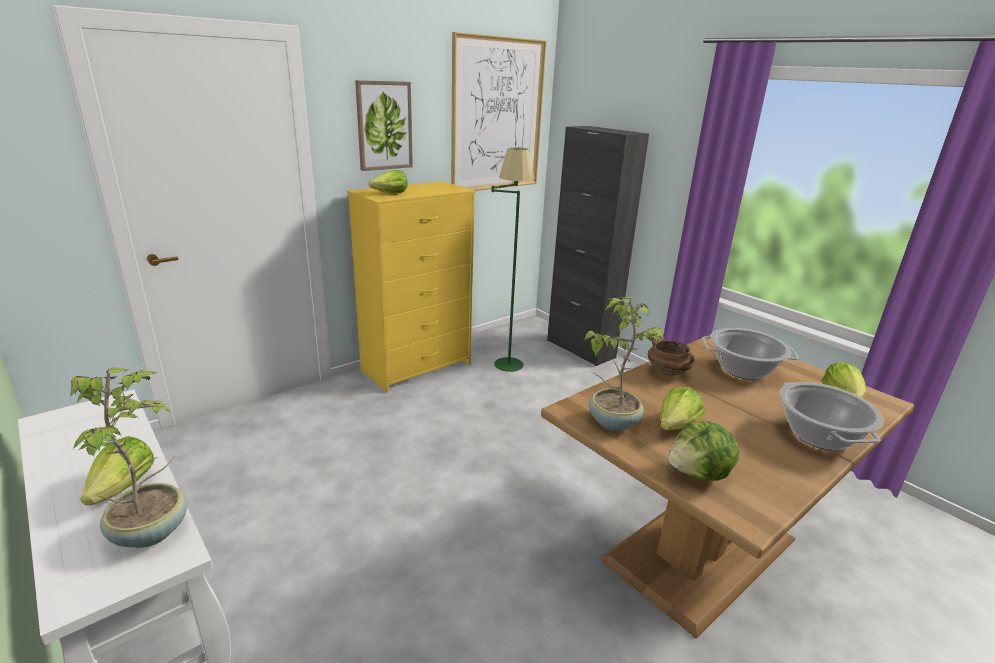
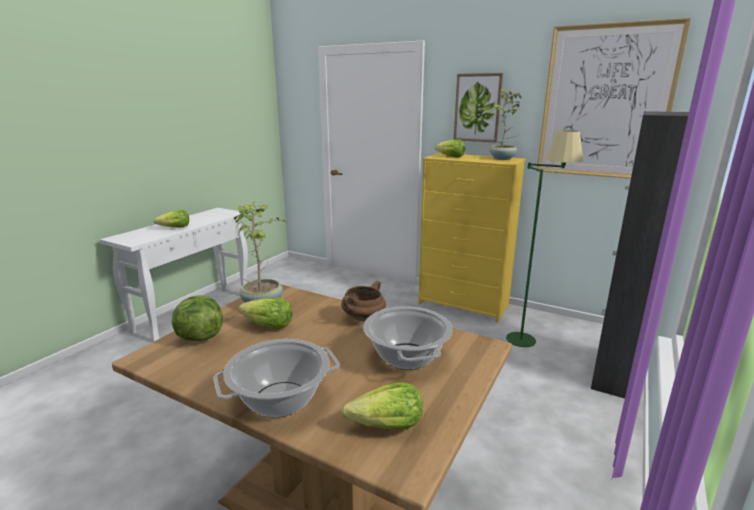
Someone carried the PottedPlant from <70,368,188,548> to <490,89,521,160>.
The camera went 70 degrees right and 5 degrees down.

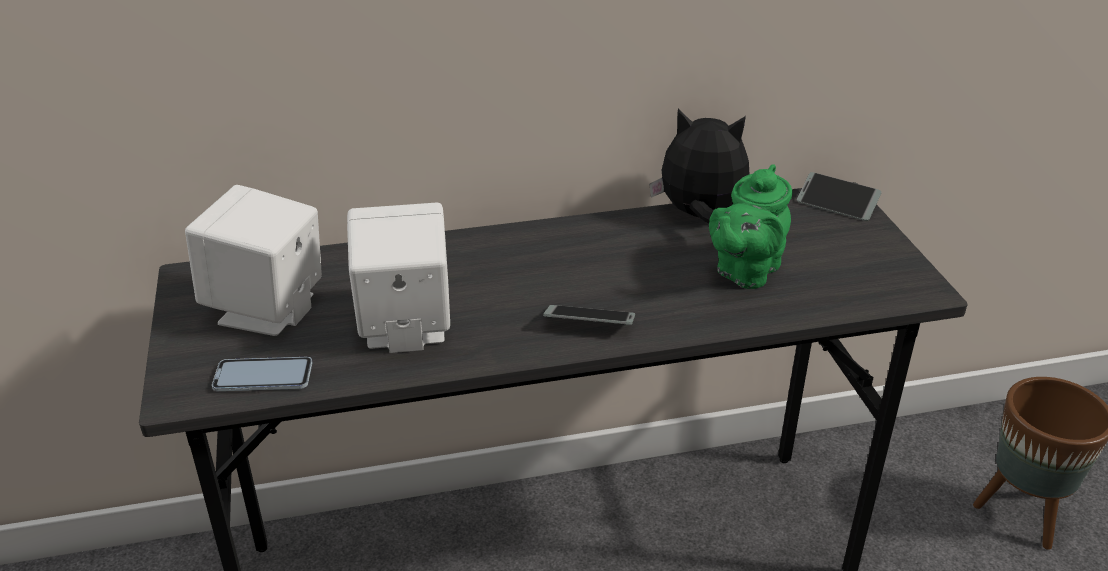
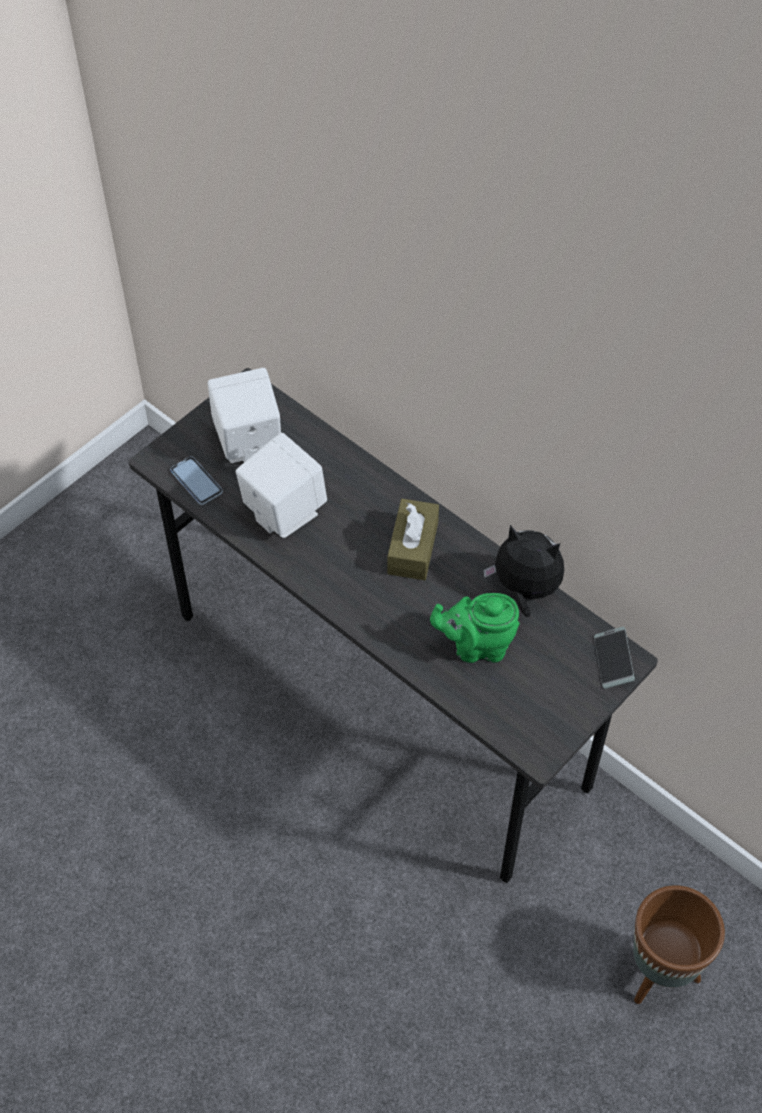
Someone took away the Telephone at <543,305,635,325>.
Someone put down the BrownColouredTissueHolder at <387,499,439,580>.
Someone rotated the CuddlyToy at <649,108,749,223> by 45 degrees counterclockwise.
The camera went 55 degrees right and 20 degrees up.

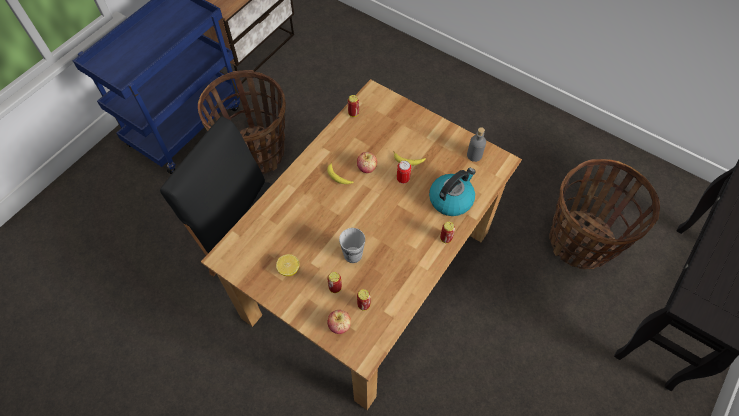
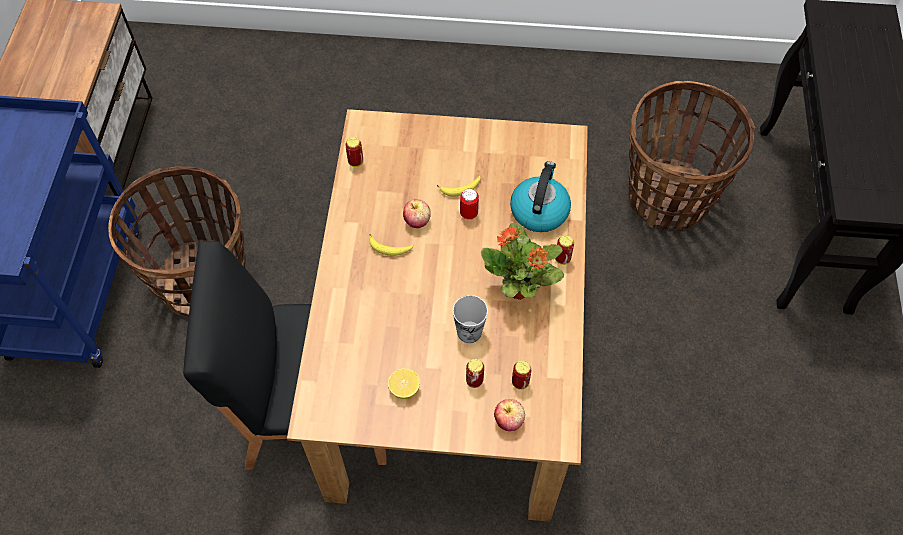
Someone took away the GreyBeverageBottle at <467,127,486,162>.
Someone put down the PottedPlant at <481,223,564,300>.
The camera went 30 degrees left and 0 degrees up.

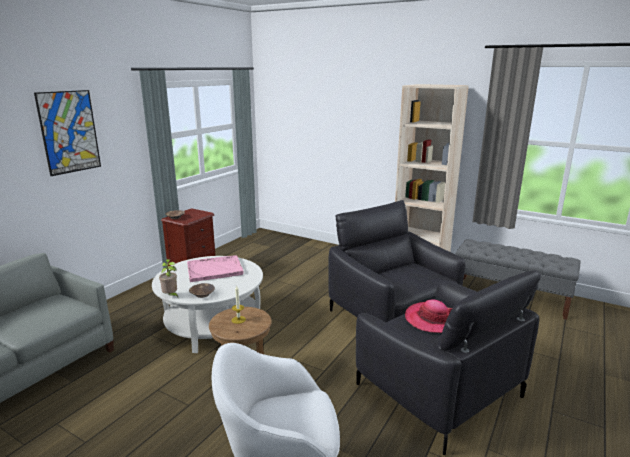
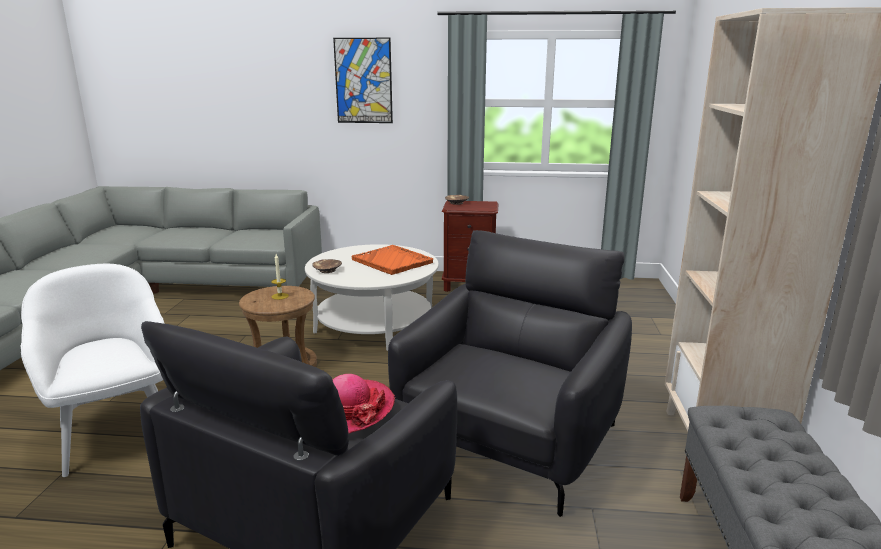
Someone took away the PottedPlant at <159,259,178,297>.
Someone repainted the PinkishCarryingTray at <187,255,244,282>, which became the OrangeCarryingTray at <352,245,433,275>.
The camera went 65 degrees right and 0 degrees up.

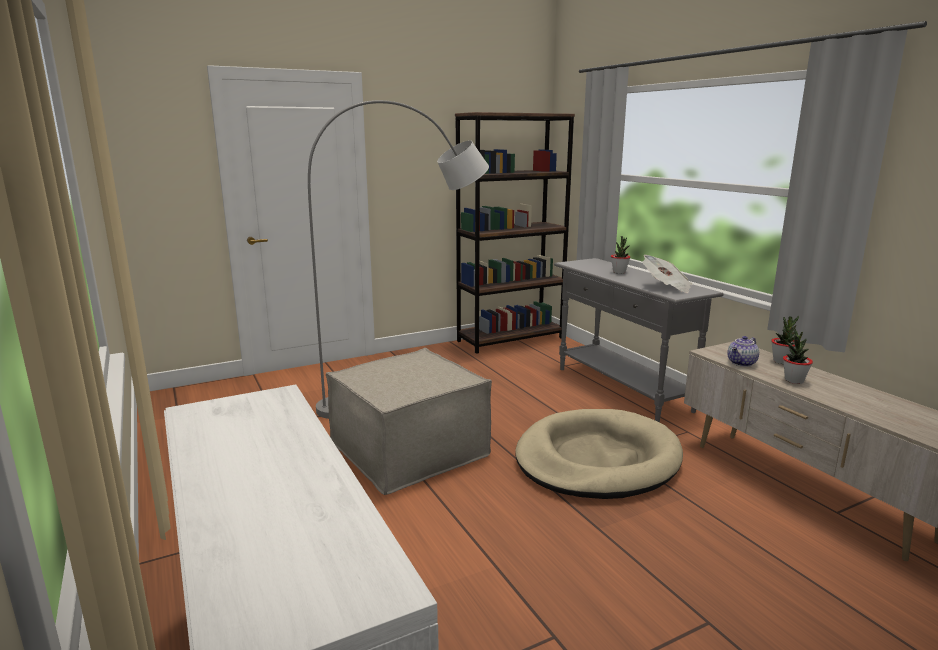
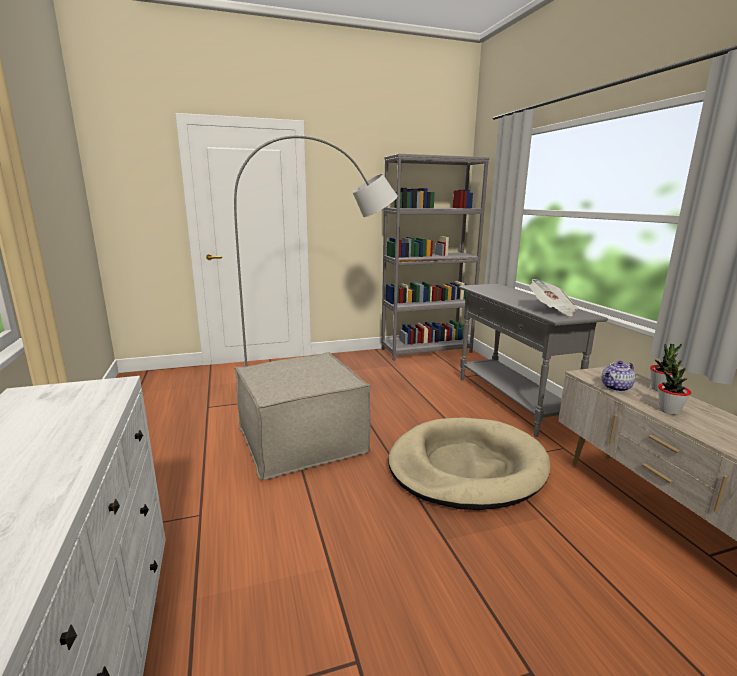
Someone took away the PottedPlant at <611,236,630,274>.
Someone repainted the BrownColouredBookshelf at <455,112,575,354>, which became the GreyBookshelf at <381,154,489,361>.
The camera went 10 degrees right and 0 degrees up.

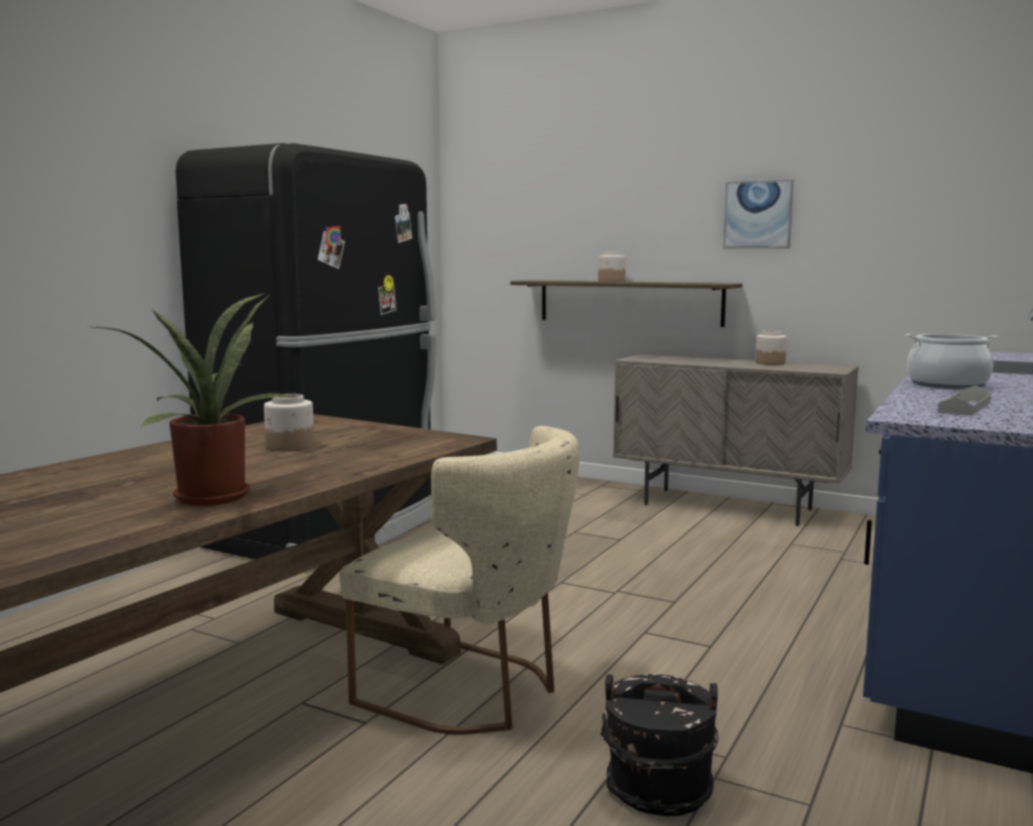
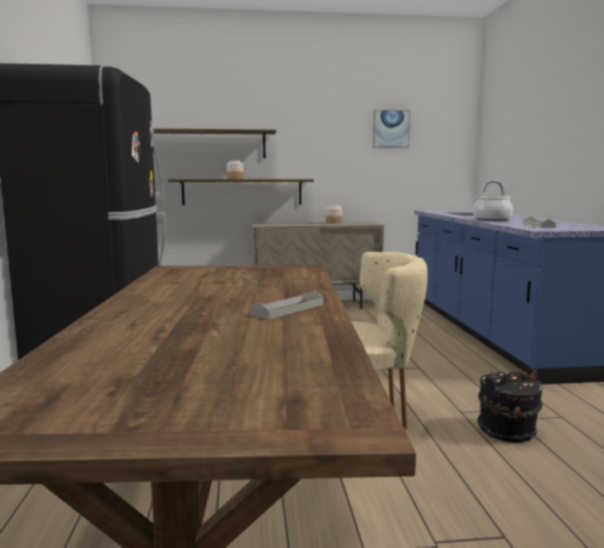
Someone took away the StorageJar at <264,394,314,452>.
Someone put up the BracketShelf at <153,128,276,158>.
Someone carried the Picture from <723,180,794,249> to <373,110,410,148>.
Someone swapped the PottedPlant at <93,293,296,506> for the GreyCarryingTray at <251,290,323,319>.
The camera went 35 degrees left and 0 degrees up.

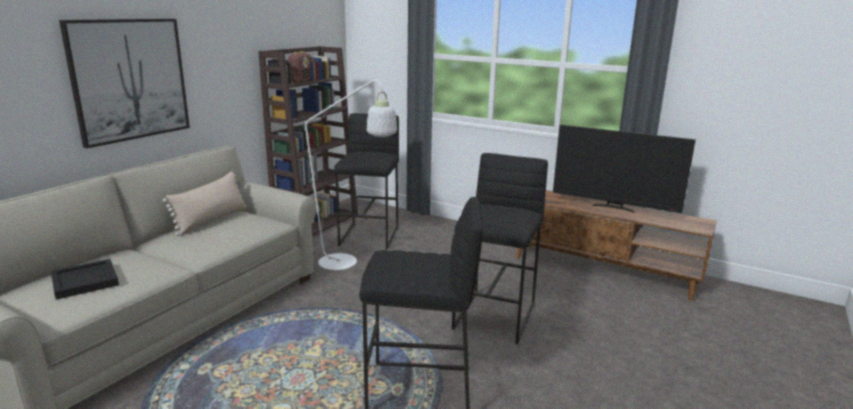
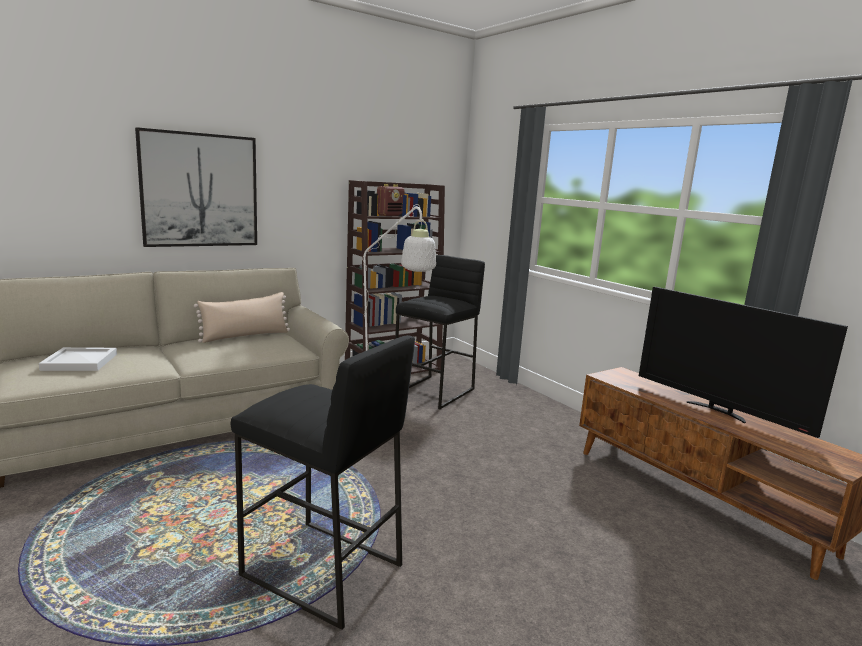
Someone took away the BlackColouredStool at <452,153,548,344>.
Someone repainted the BlackColouredCarryingTray at <51,259,119,300>, which became the WhitishCarryingTray at <39,347,117,371>.
The camera went 25 degrees right and 5 degrees down.

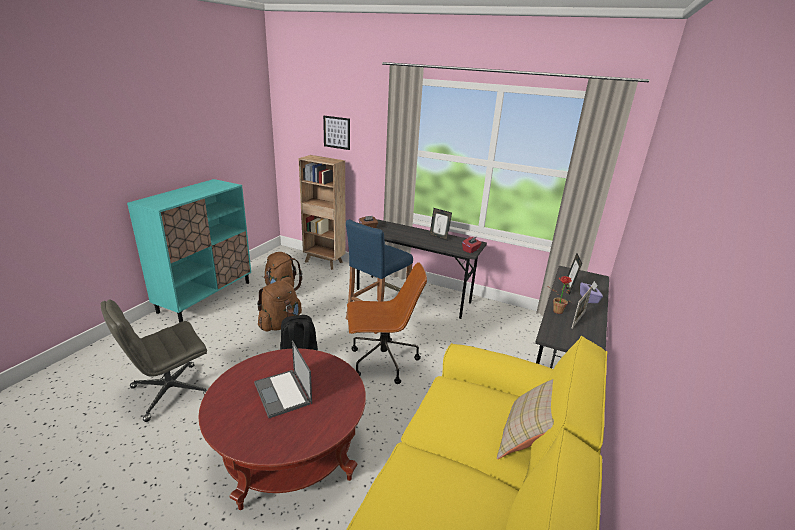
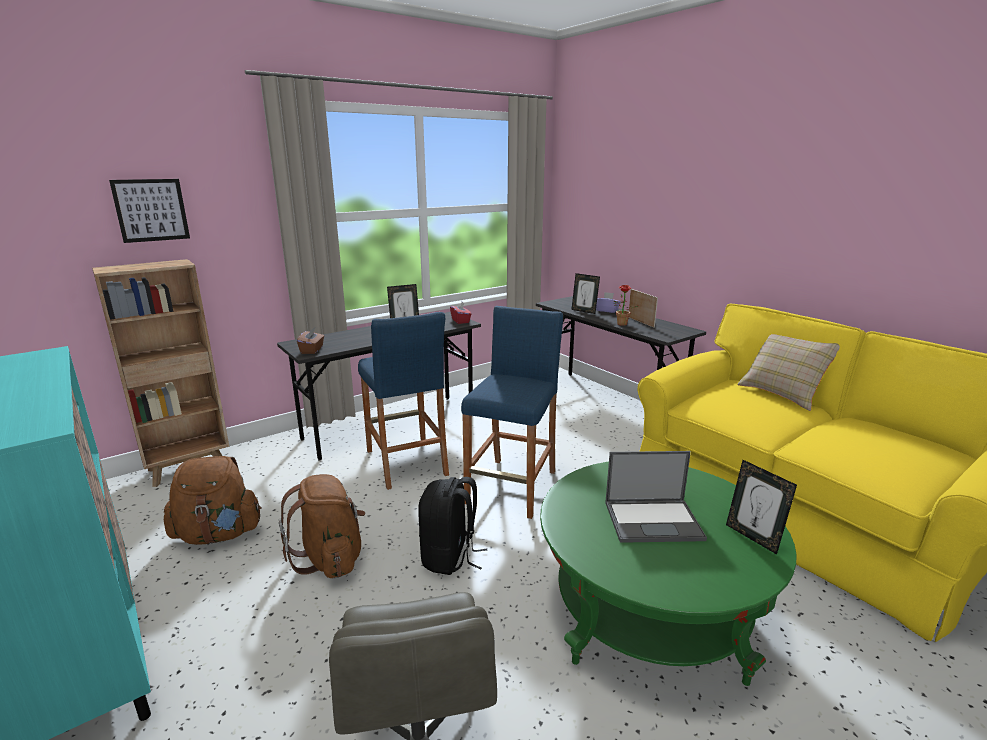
Someone put down the PhotoFrame at <726,460,797,554>.
Someone swapped the BrownColouredDeskChair at <347,262,427,384> for the BlueStool at <461,306,563,519>.
Someone repainted the ReddishLowTable at <198,349,366,510>, which became the GreenishLowTable at <540,462,797,686>.
The camera went 60 degrees left and 5 degrees down.

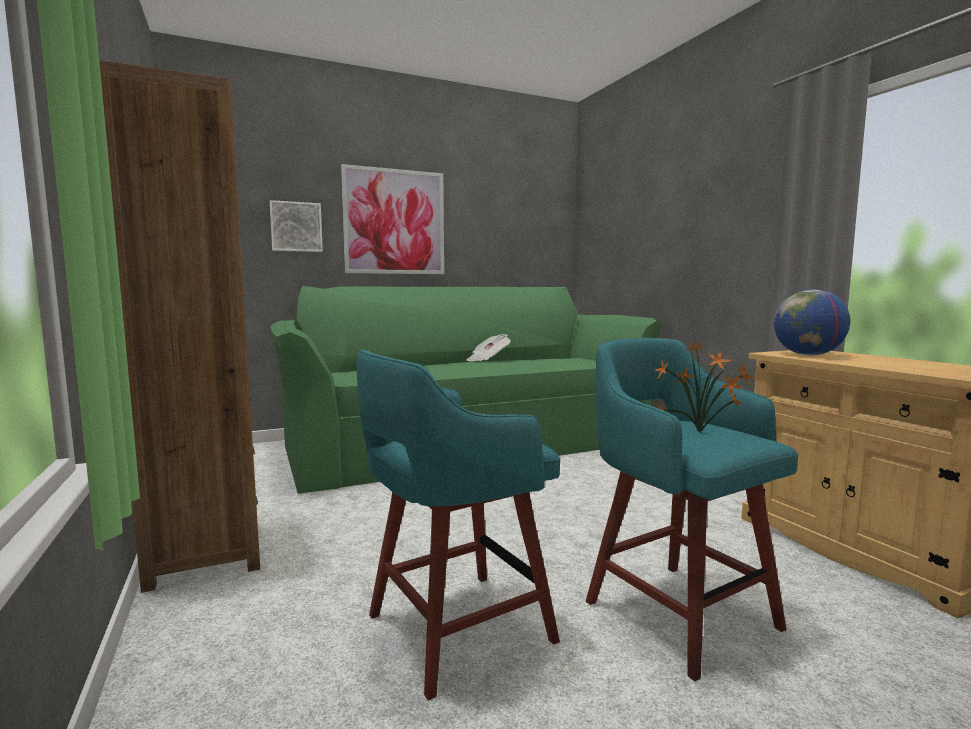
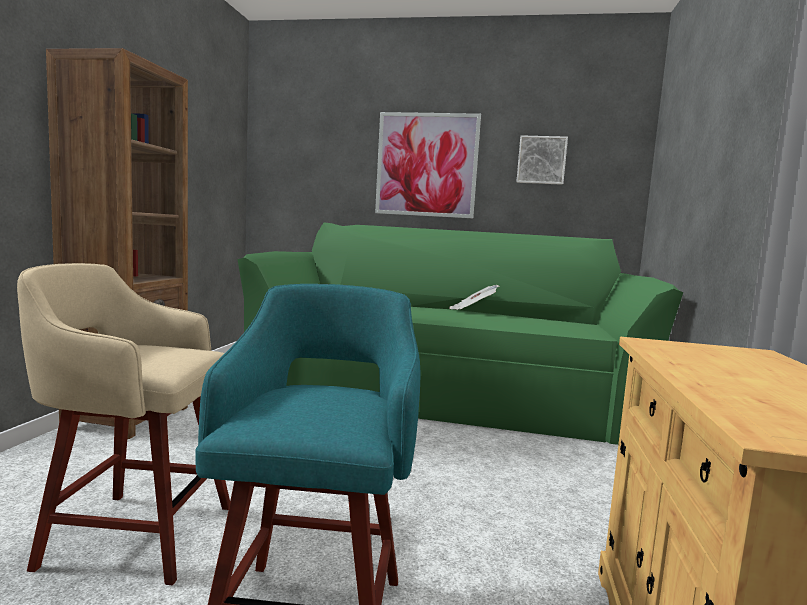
Someone took away the PottedPlant at <655,342,755,432>.
Someone took away the Globe at <774,290,850,355>.
Someone carried the Picture from <270,200,323,252> to <516,135,568,185>.
Someone repainted the TurquoiseStool at <356,350,560,701>, which became the SandColouredStool at <17,263,230,585>.
The camera went 35 degrees right and 0 degrees up.

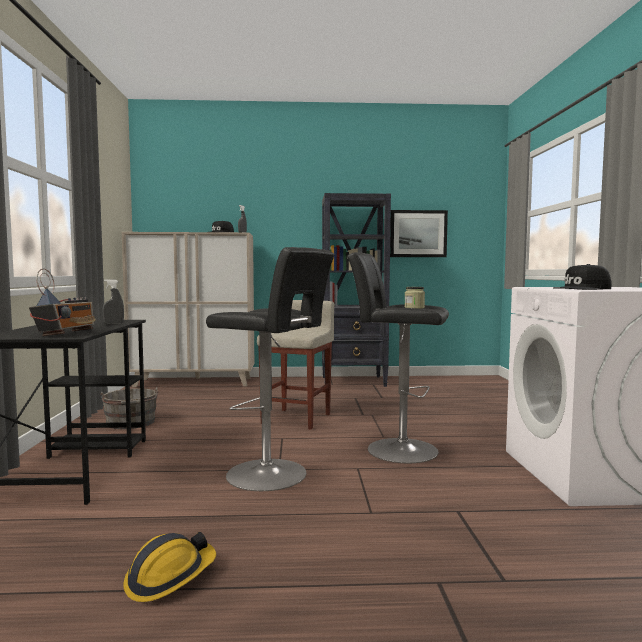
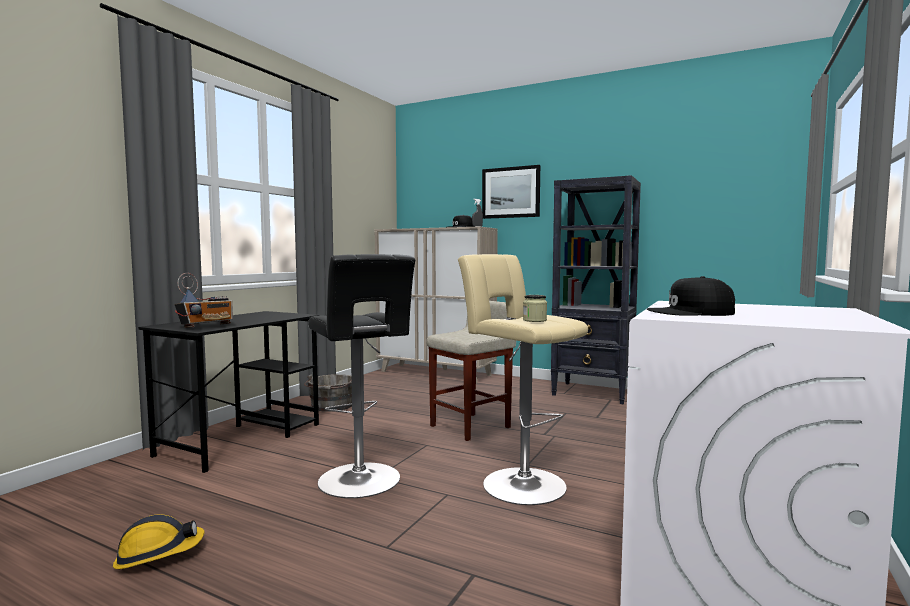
Someone took away the GreyHandSprayer at <102,279,124,325>.
Someone carried the Picture from <390,210,448,257> to <482,165,540,219>.
Someone repainted the BlackColouredStool at <347,252,449,463>, which became the SandColouredStool at <458,254,588,505>.
The camera went 30 degrees right and 0 degrees up.

